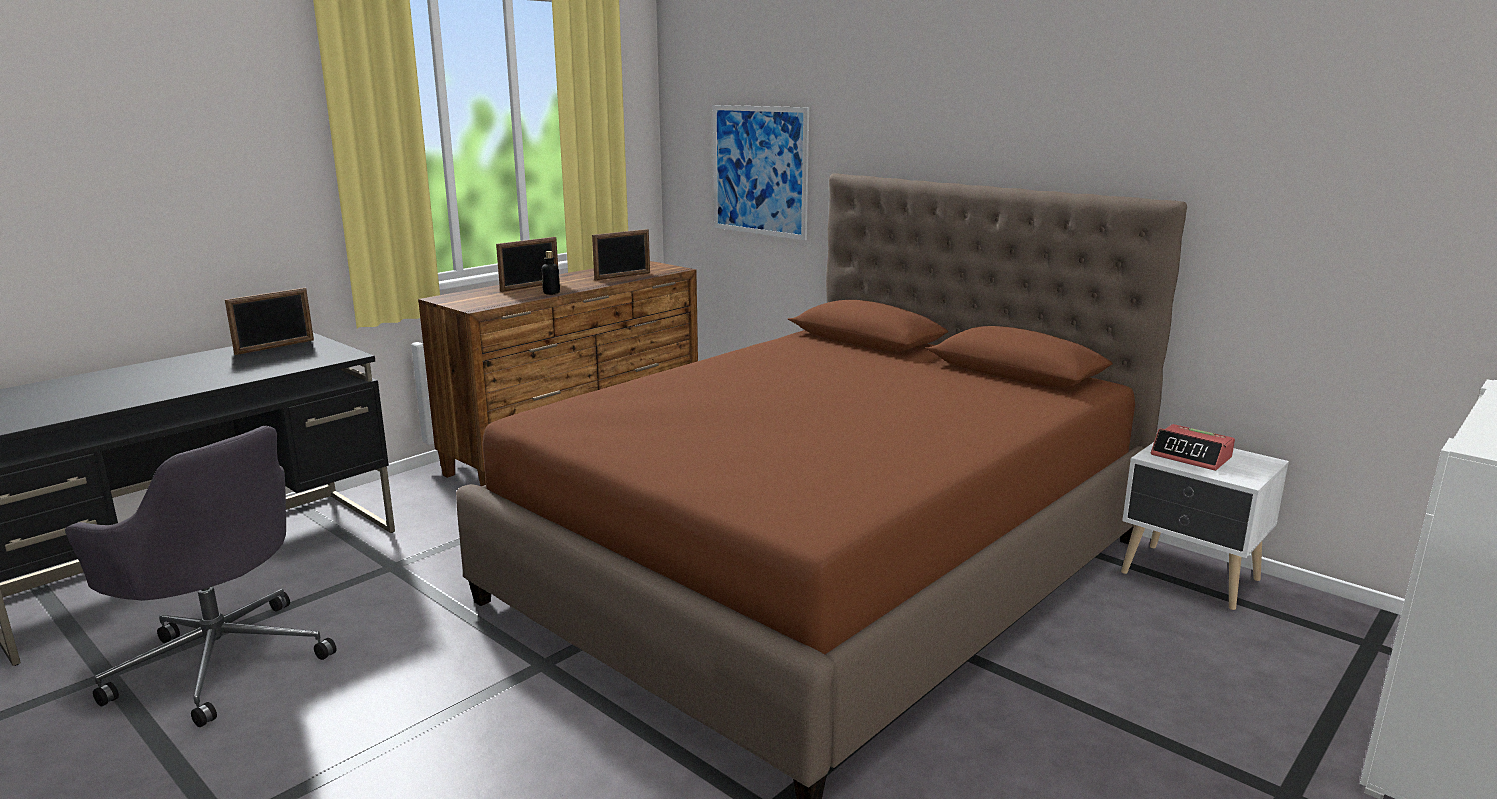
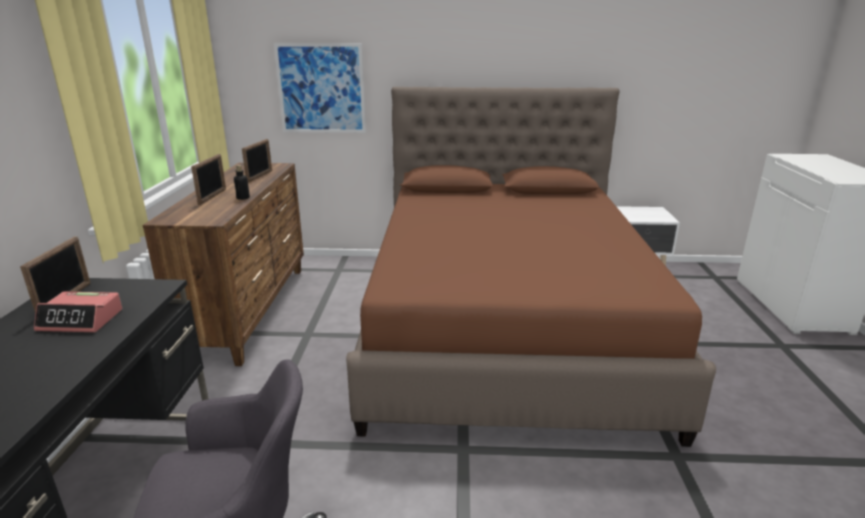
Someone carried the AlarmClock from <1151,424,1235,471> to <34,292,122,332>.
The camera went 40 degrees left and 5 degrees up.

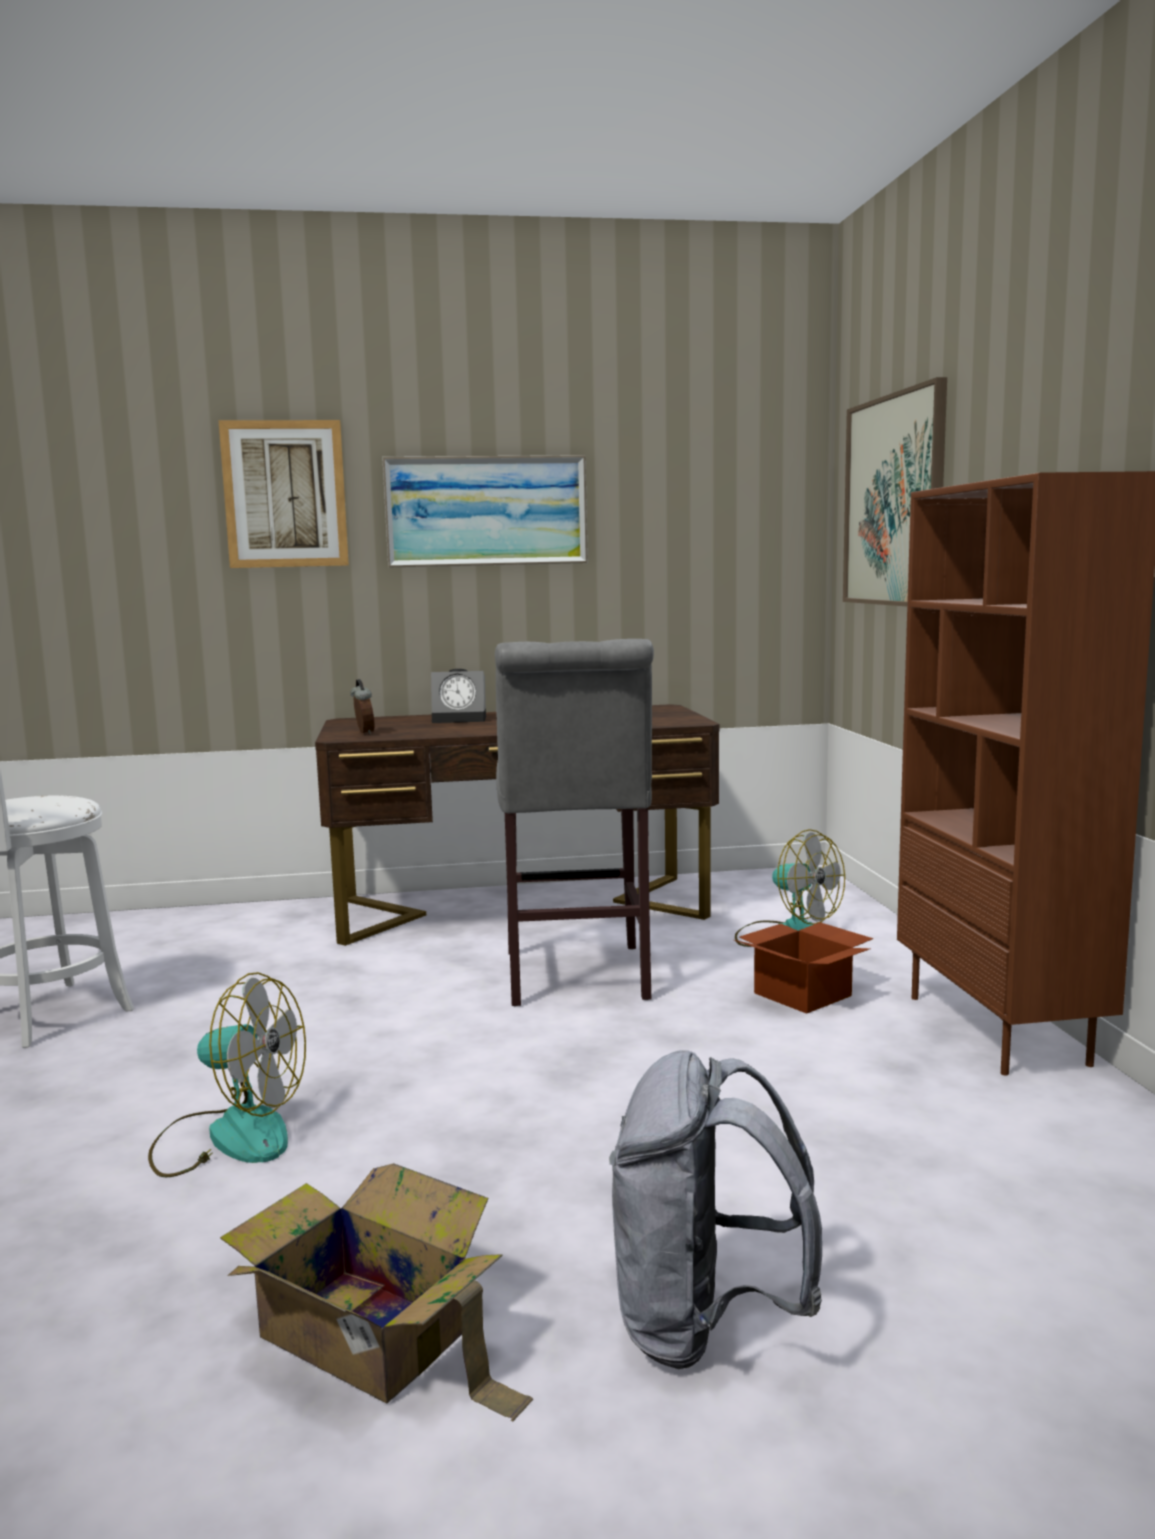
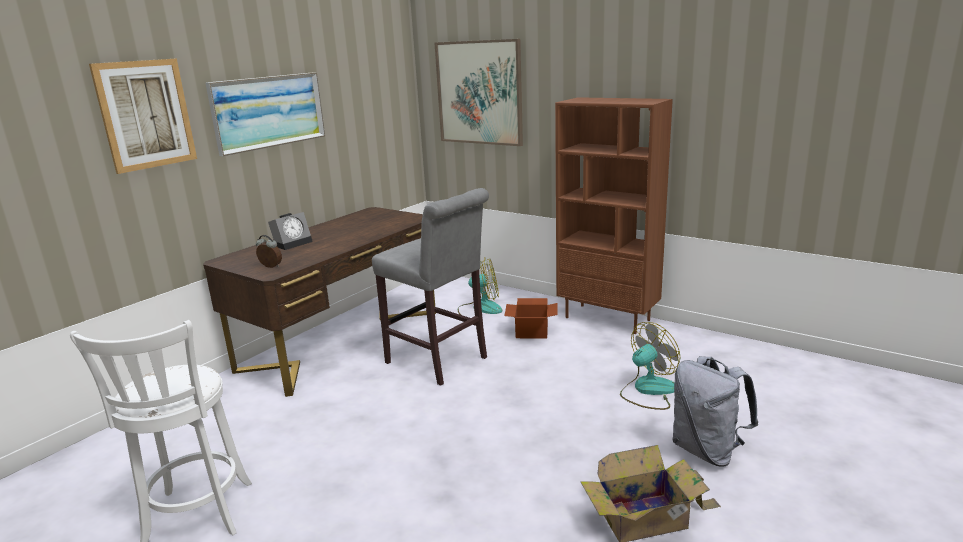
Someone carried the CoolingFan from <148,972,306,1177> to <620,322,680,410>.
The camera went 45 degrees left and 10 degrees up.

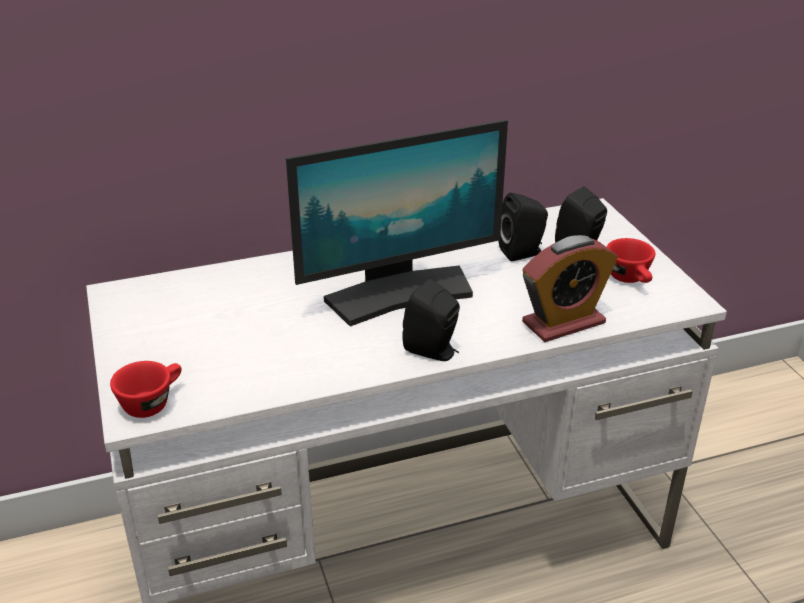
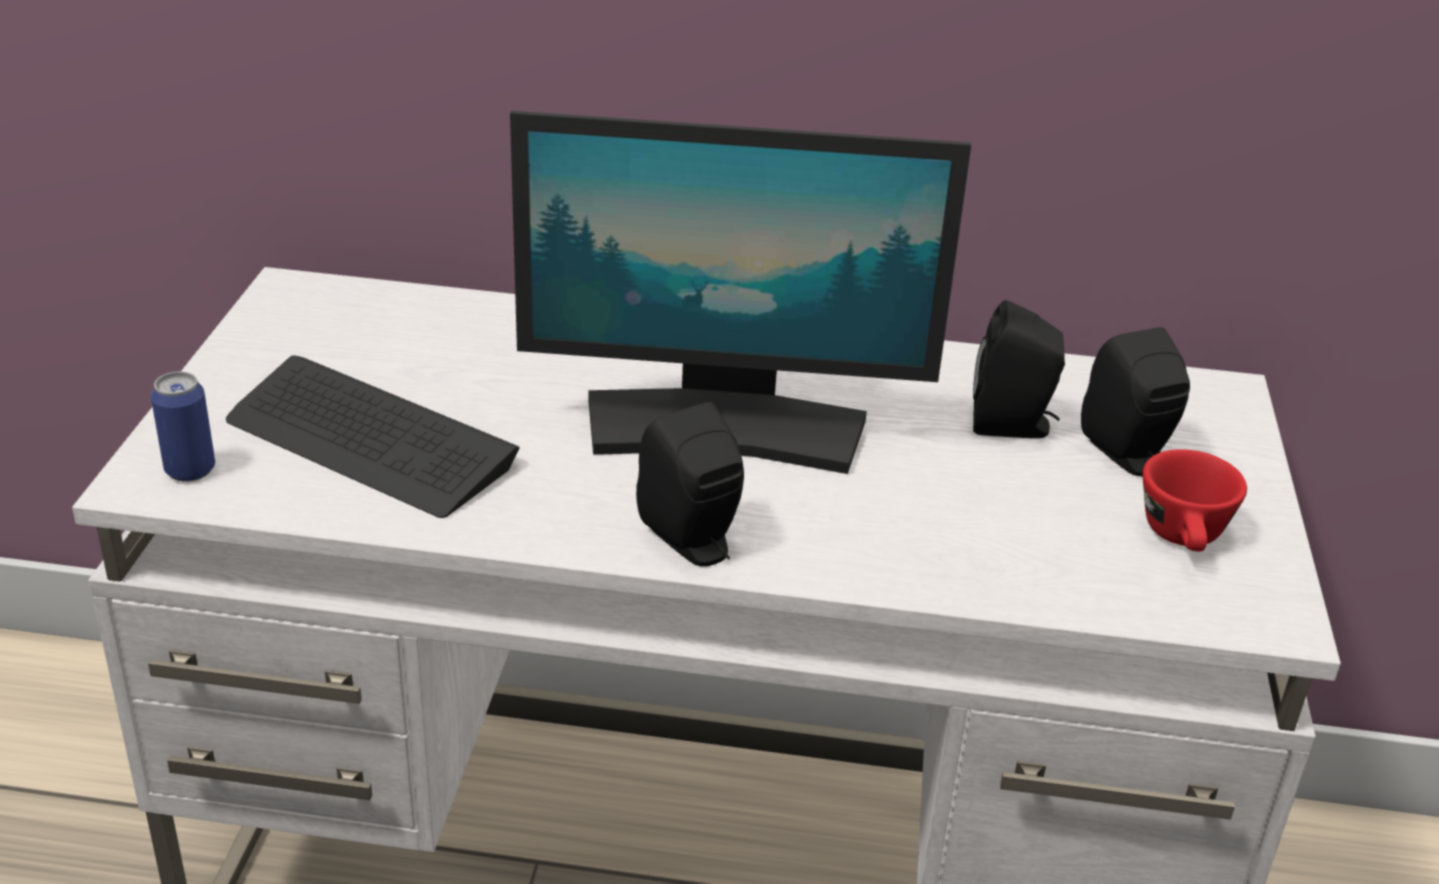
Someone took away the AlarmClock at <522,235,618,342>.
Someone put down the Keyboard at <226,355,520,518>.
Someone swapped the ReddishSmallCup at <110,361,181,418> for the SealedCan at <151,371,215,482>.
The camera went 25 degrees right and 0 degrees up.

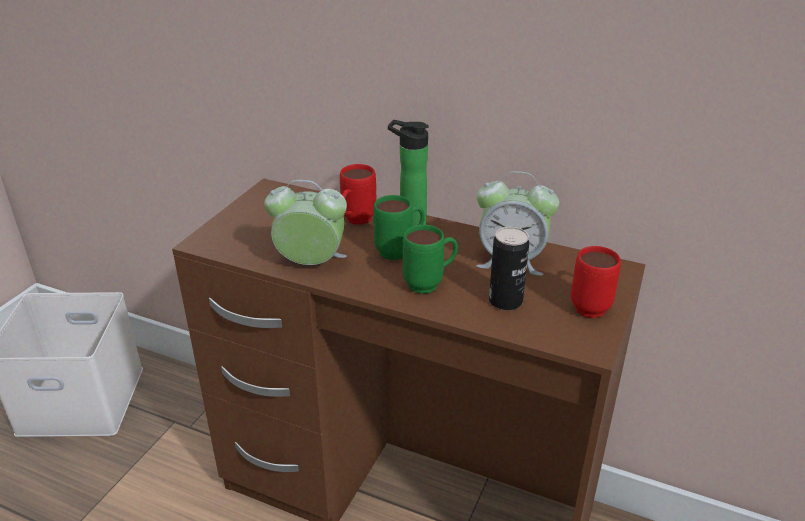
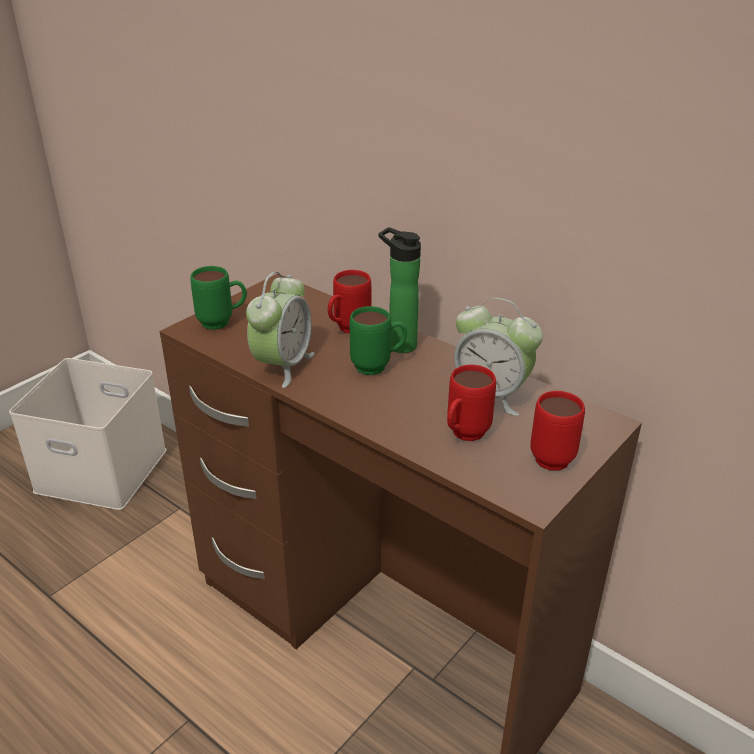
Someone carried the GreenishTeaMug from <403,225,458,294> to <190,266,247,330>.
Someone swapped the SealedCan at <489,227,529,310> for the ReddishTeaMug at <447,365,496,441>.
Someone rotated the AlarmClock at <264,180,347,265> by 90 degrees clockwise.
The camera went 15 degrees right and 0 degrees up.

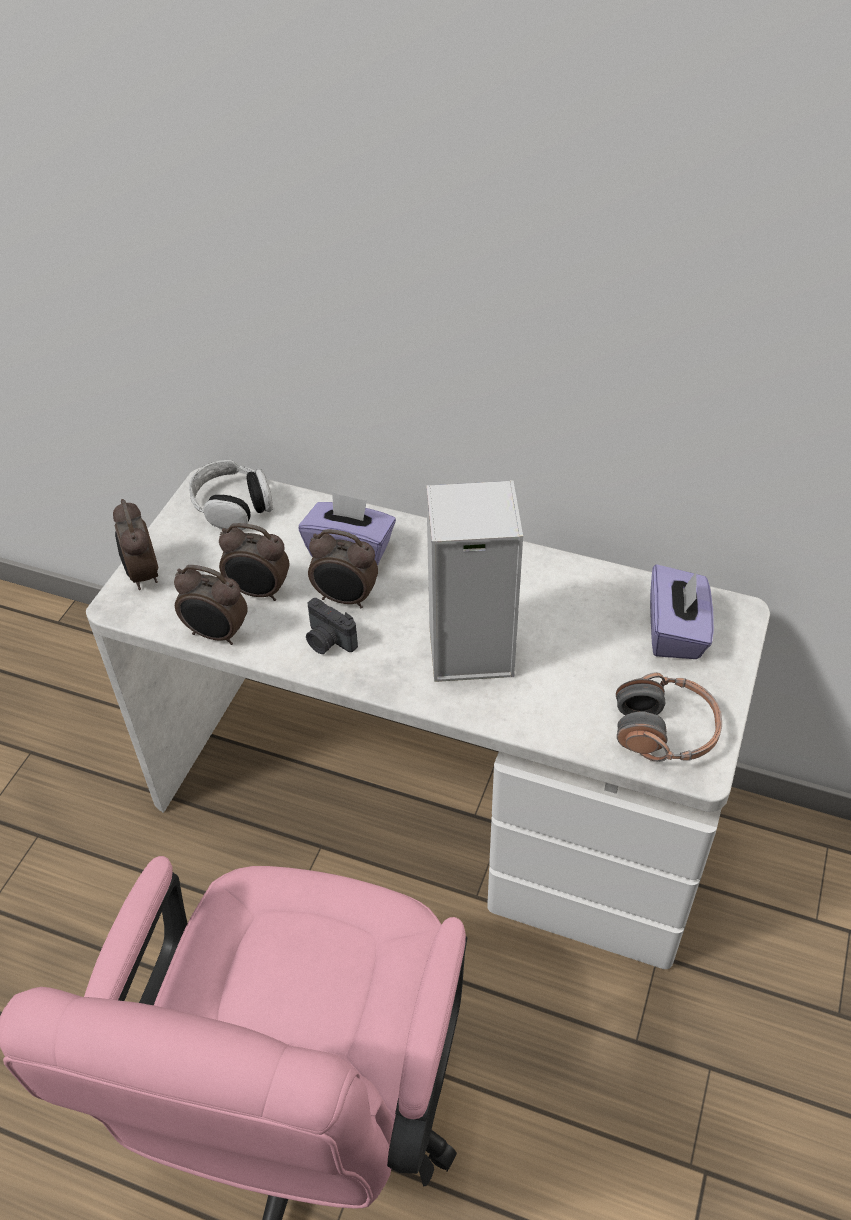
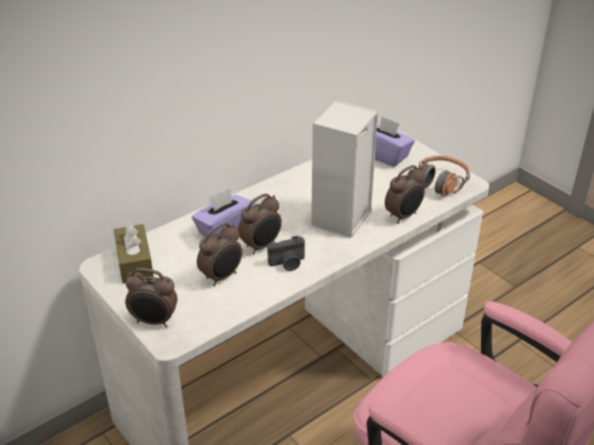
Someone carried the AlarmClock from <174,565,248,645> to <385,165,425,223>.
Someone swapped the PairOfHeadphones at <189,460,273,530> for the BrownColouredTissueHolder at <114,221,154,283>.
The camera went 60 degrees left and 10 degrees down.

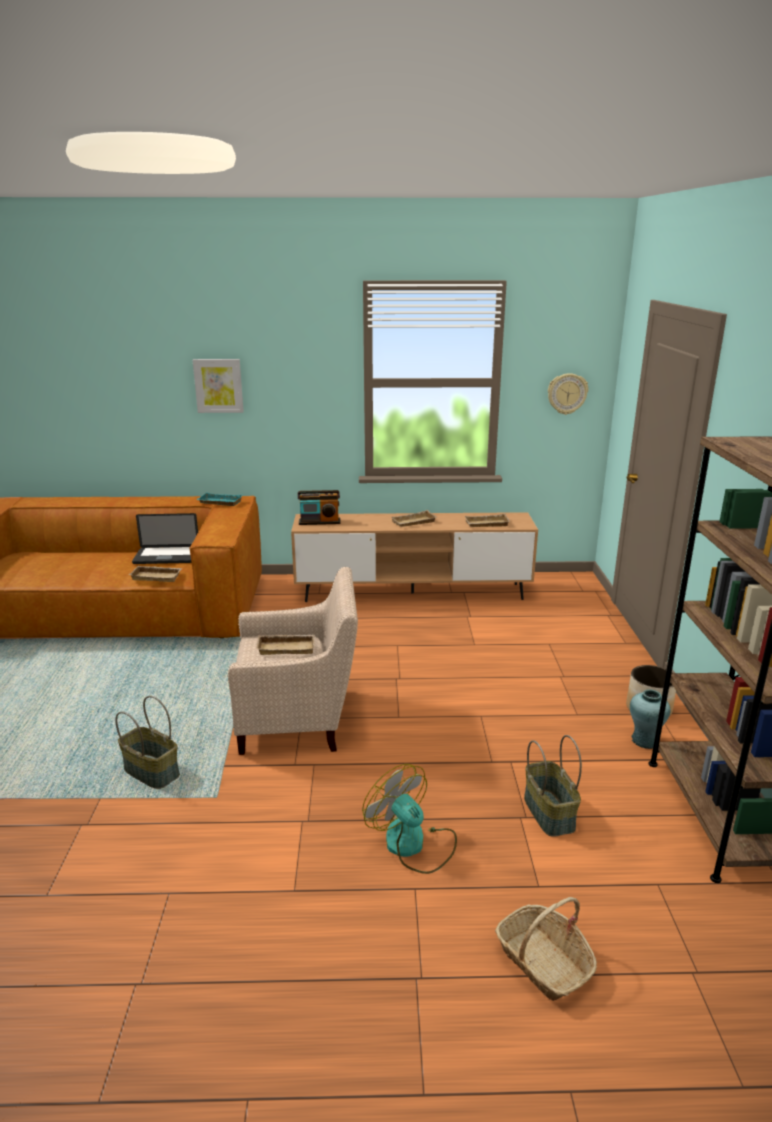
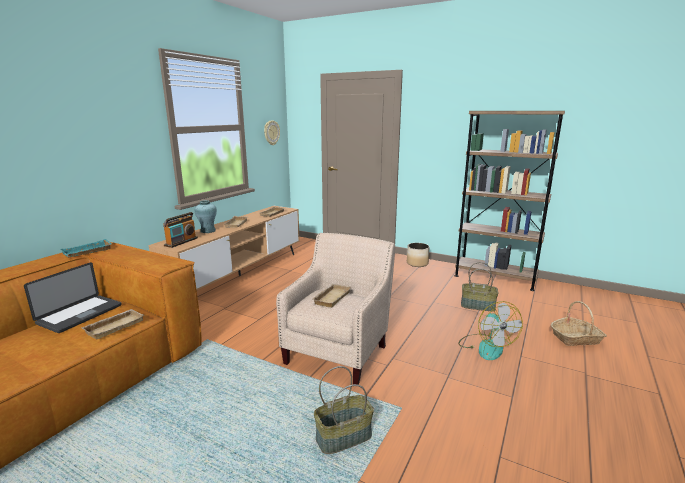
Someone took away the Picture at <193,359,244,413>.
Someone carried the TurquoiseDecorativeVase from <630,689,670,749> to <195,200,217,233>.
Someone rotated the CoolingFan at <362,764,457,874> by 90 degrees counterclockwise.
The camera went 60 degrees left and 5 degrees down.

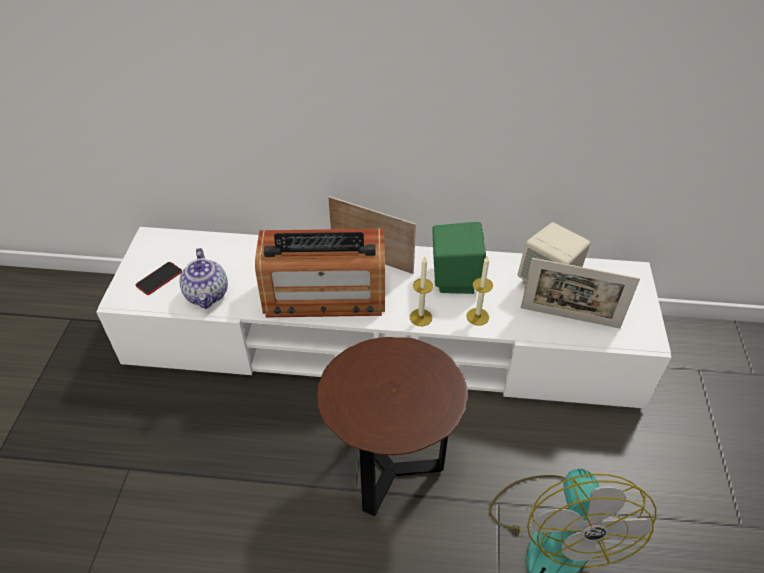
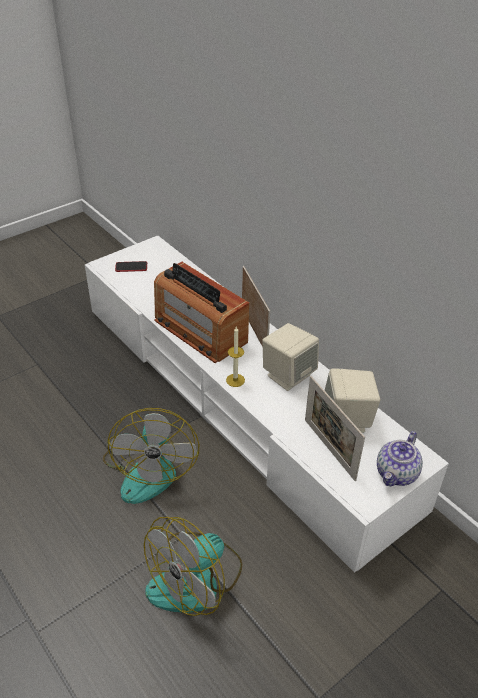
Someone took away the WaxCandle at <466,255,493,326>.
Someone carried the PotForTea from <179,248,228,309> to <377,431,423,486>.
Someone swapped the BrownColouredEndTable at <317,337,468,516> for the CoolingFan at <103,408,199,504>.
Someone repainted the GreenishSpeaker at <432,222,486,294>, which became the SandColouredSpeaker at <262,323,319,391>.
The camera went 45 degrees right and 5 degrees down.

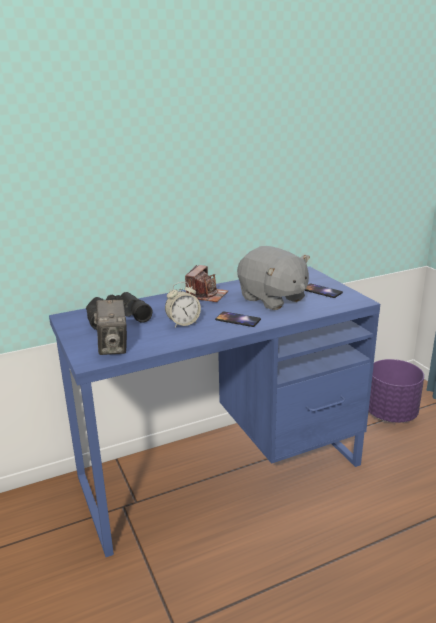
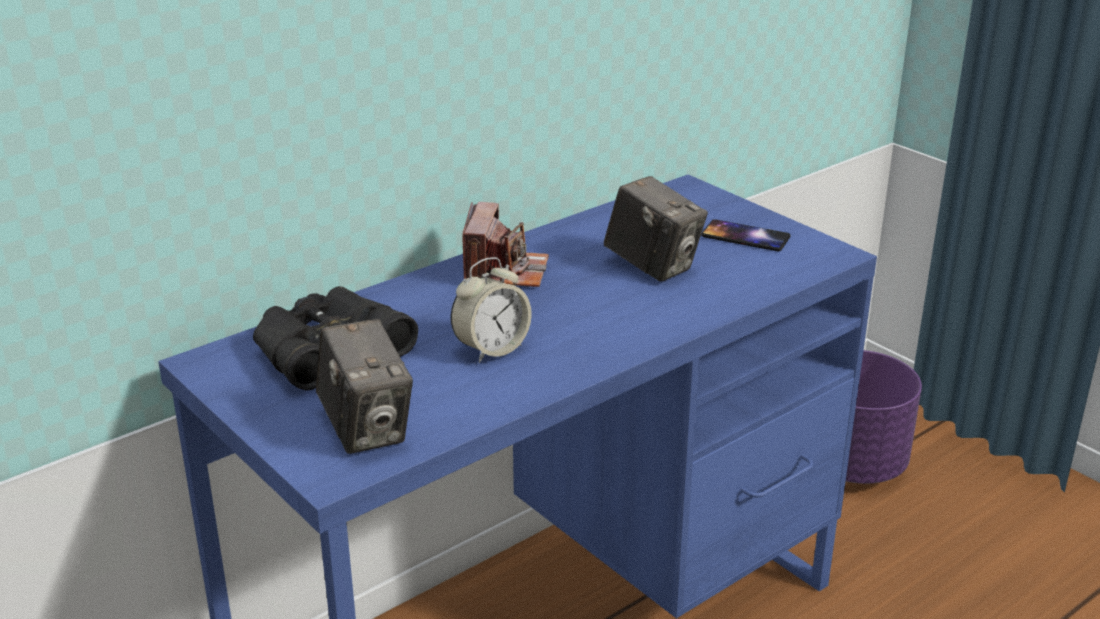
Someone took away the Telephone at <215,312,261,327>.
Someone swapped the GreyCuddlyToy at <237,246,310,310> for the StillCamera at <604,176,708,282>.
The camera went 15 degrees left and 5 degrees up.

